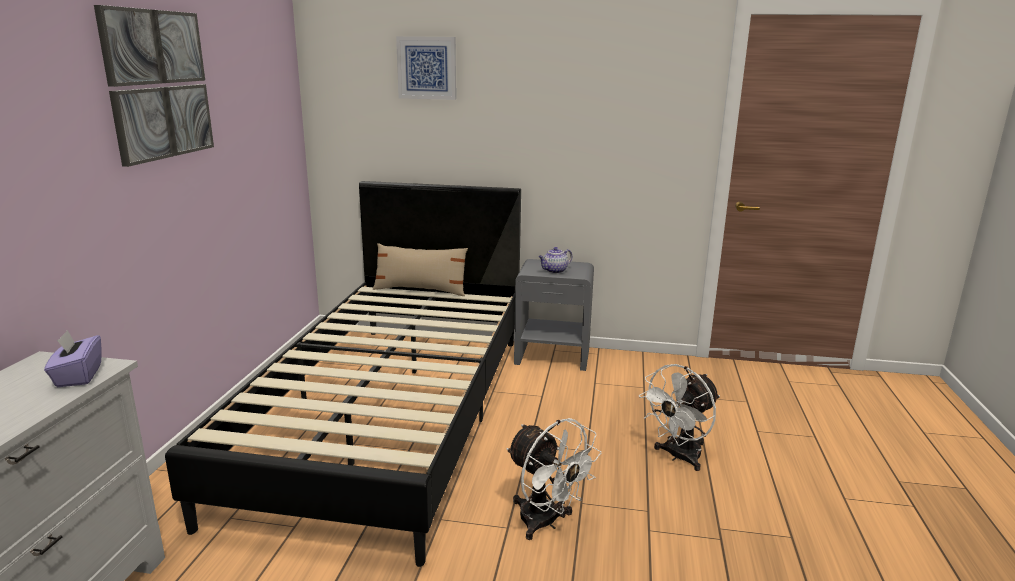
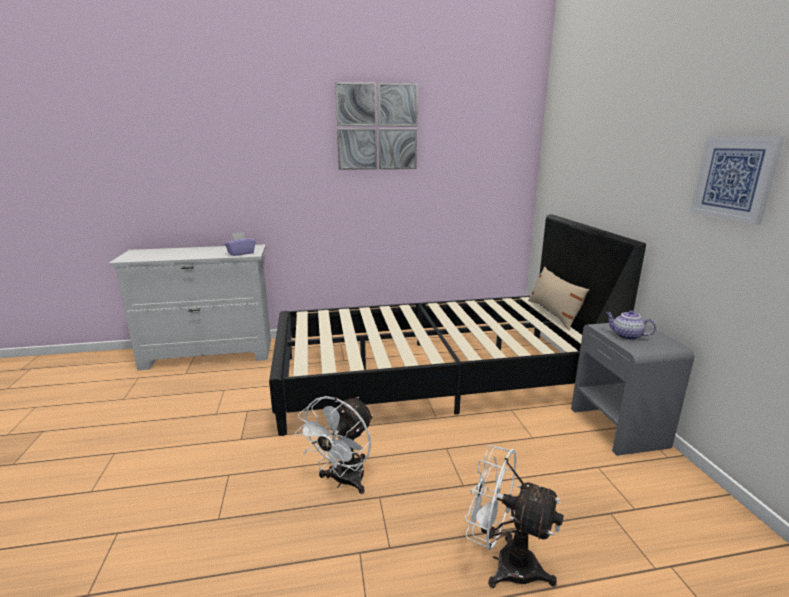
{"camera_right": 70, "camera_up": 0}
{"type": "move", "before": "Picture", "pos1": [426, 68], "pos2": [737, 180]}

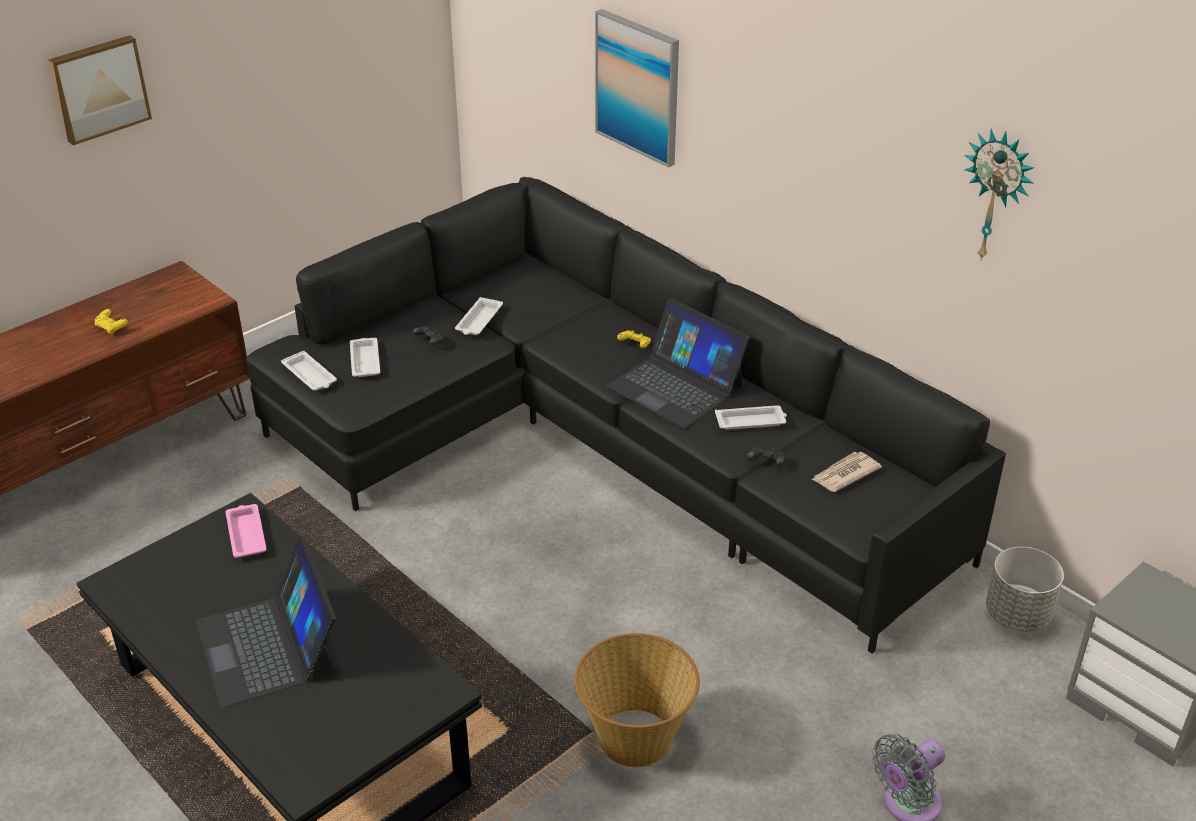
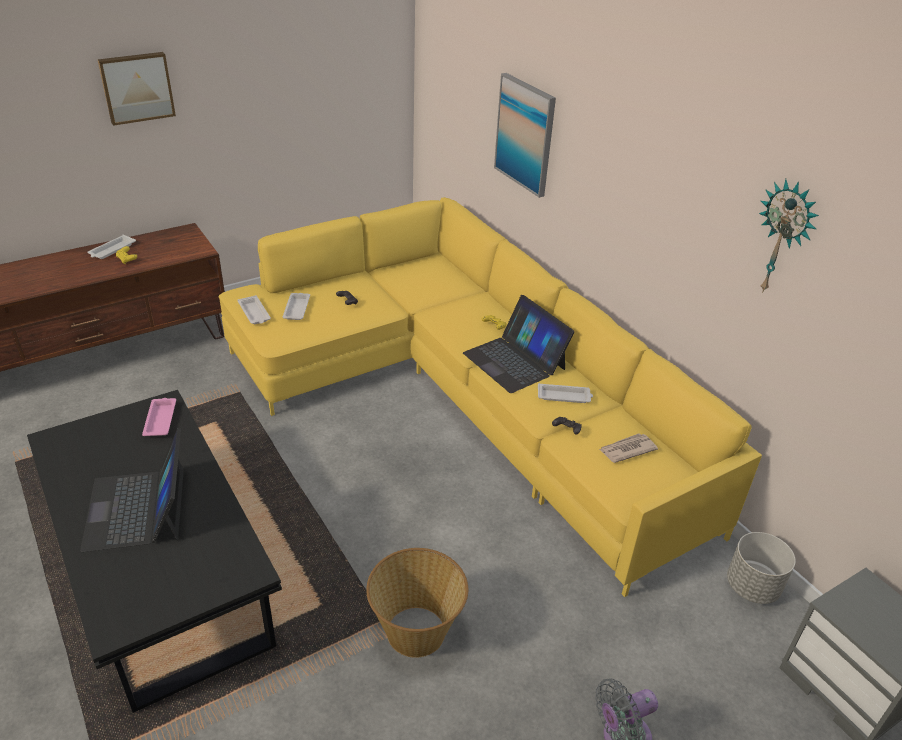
{"camera_right": 10, "camera_up": 0}
{"type": "recolor", "before": "BlackSofa", "after": "YellowSofa", "pos1": [626, 415], "pos2": [490, 397]}
{"type": "move", "before": "WhiteTray", "pos1": [479, 316], "pos2": [111, 247]}

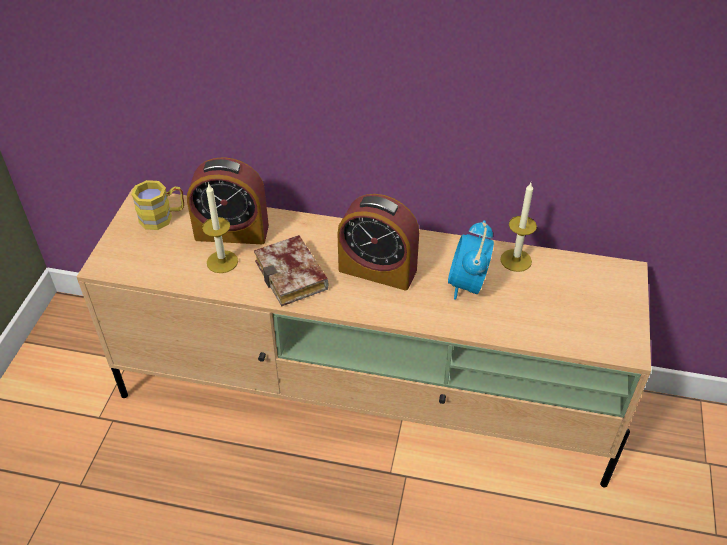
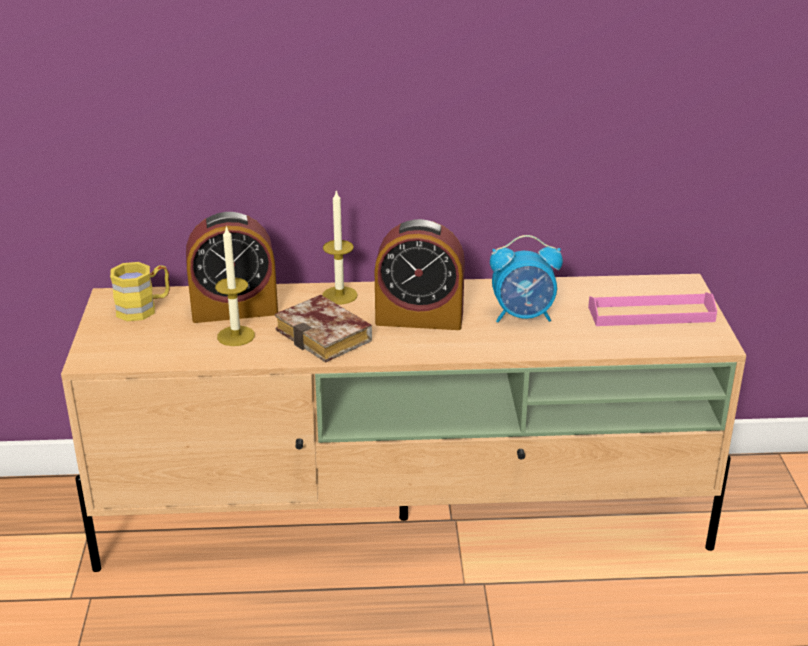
{"camera_right": -15, "camera_up": -15}
{"type": "rotate", "before": "AlarmClock", "pos1": [471, 260], "pos2": [526, 279], "turn": -90}
{"type": "move", "before": "Candle", "pos1": [518, 227], "pos2": [339, 246]}
{"type": "insert", "after": "PinkTray", "pos2": [652, 309]}

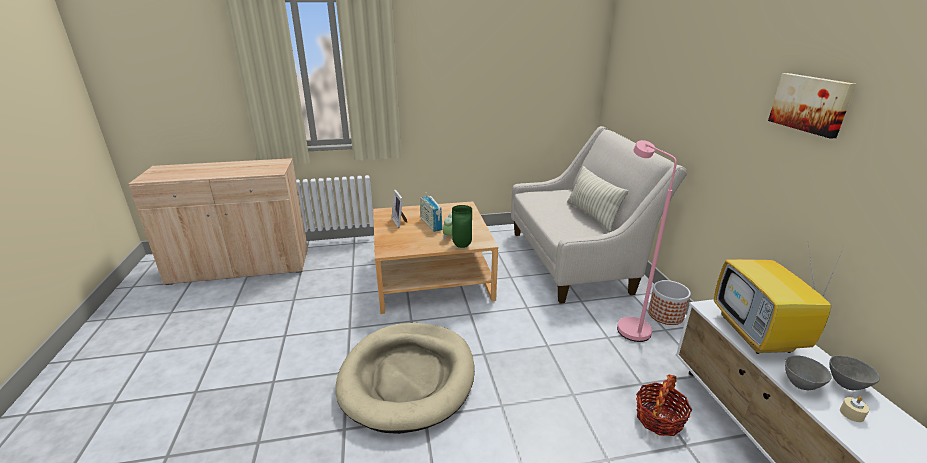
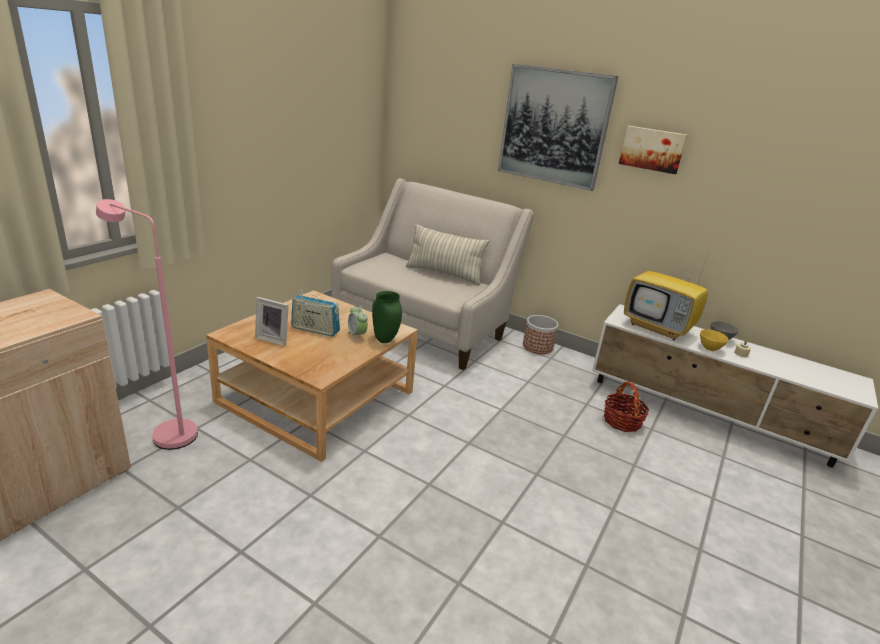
{"camera_right": -50, "camera_up": 0}
{"type": "delete", "before": "BeigeDogBed", "pos1": [405, 378]}
{"type": "move", "before": "PinkFloorLamp", "pos1": [647, 241], "pos2": [147, 324]}
{"type": "recolor", "before": "GreyBowl", "after": "YellowBowl", "pos1": [808, 372], "pos2": [714, 340]}
{"type": "insert", "after": "Picture", "pos2": [558, 127]}

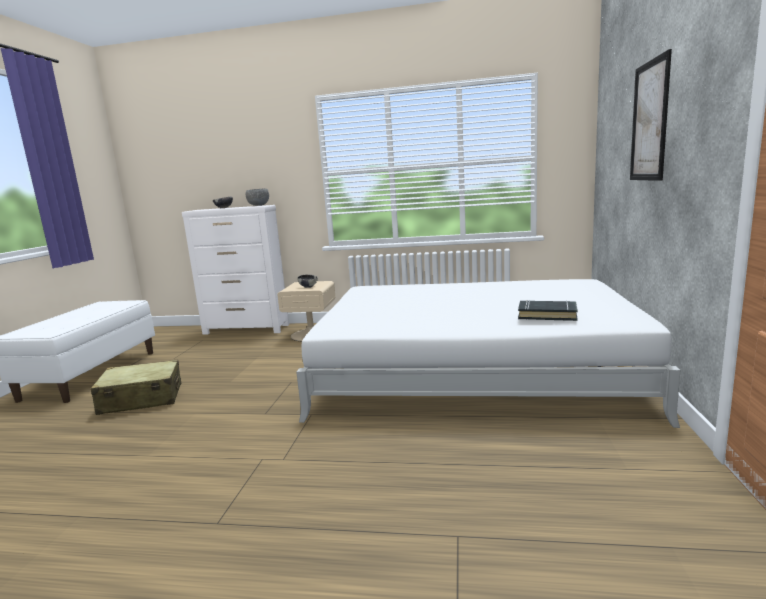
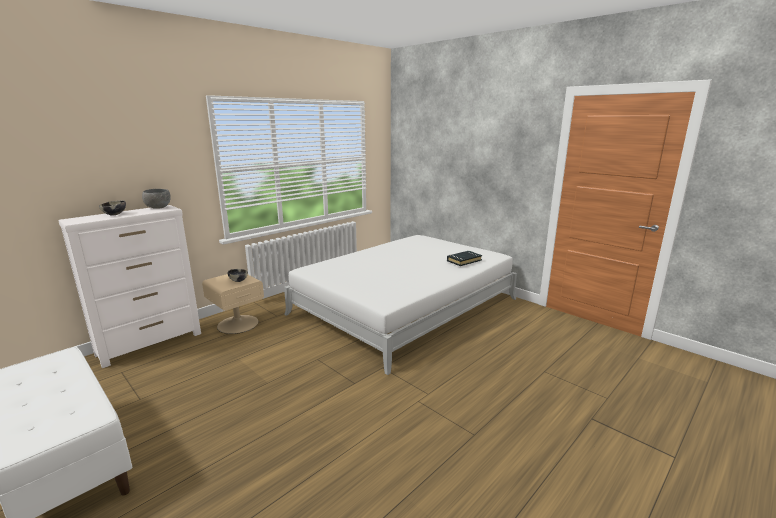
{"camera_right": -55, "camera_up": 5}
{"type": "delete", "before": "BeigeSuitcase", "pos1": [136, 387]}
{"type": "delete", "before": "Picture", "pos1": [651, 115]}

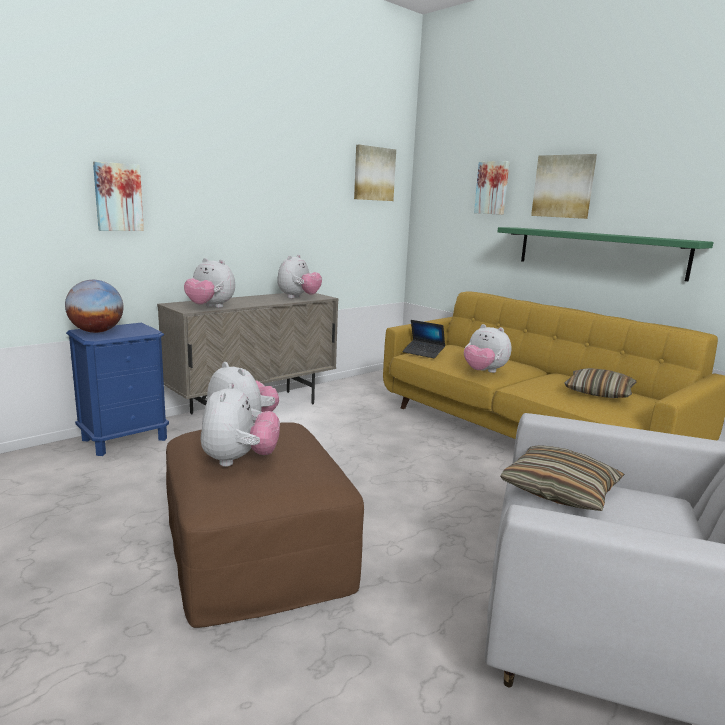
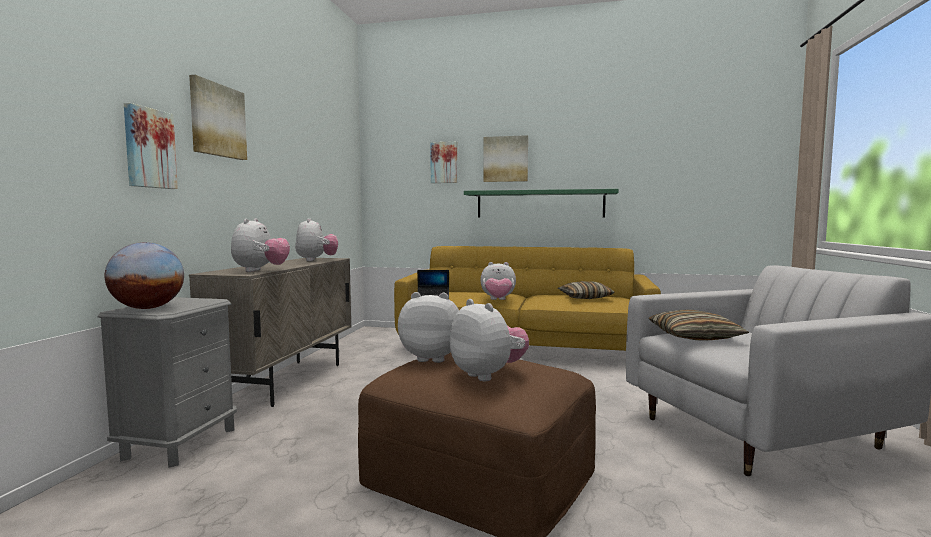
{"camera_right": -35, "camera_up": -10}
{"type": "recolor", "before": "BlueNightstand", "after": "GreyNightstand", "pos1": [117, 389], "pos2": [167, 382]}
{"type": "rotate", "before": "PlushToy", "pos1": [209, 283], "pos2": [260, 245], "turn": -75}
{"type": "move", "before": "Picture", "pos1": [375, 173], "pos2": [218, 117]}

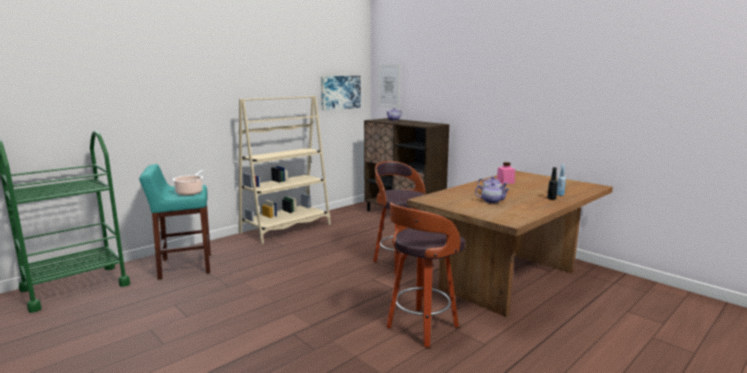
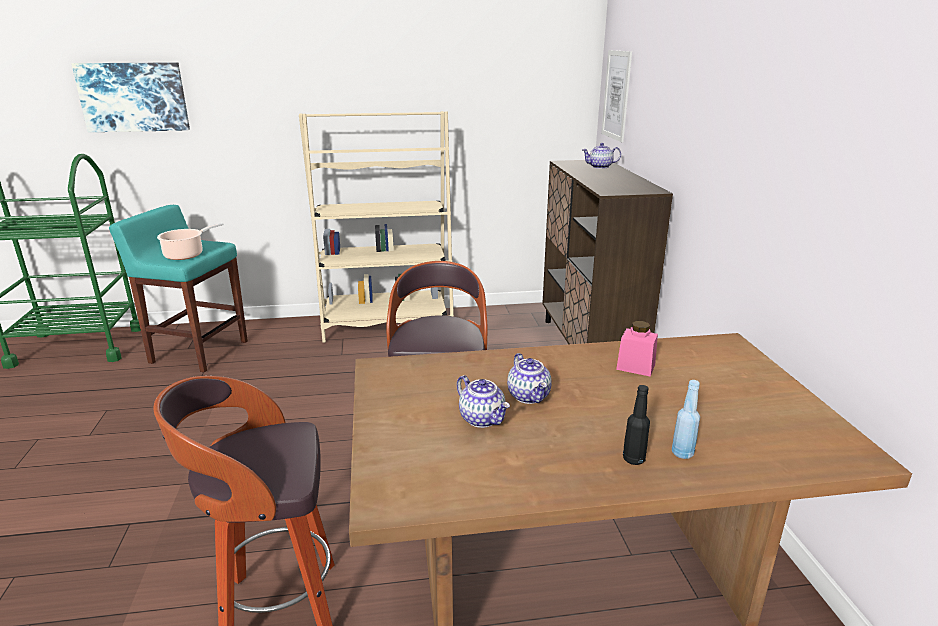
{"camera_right": 35, "camera_up": 10}
{"type": "move", "before": "Picture", "pos1": [341, 93], "pos2": [130, 97]}

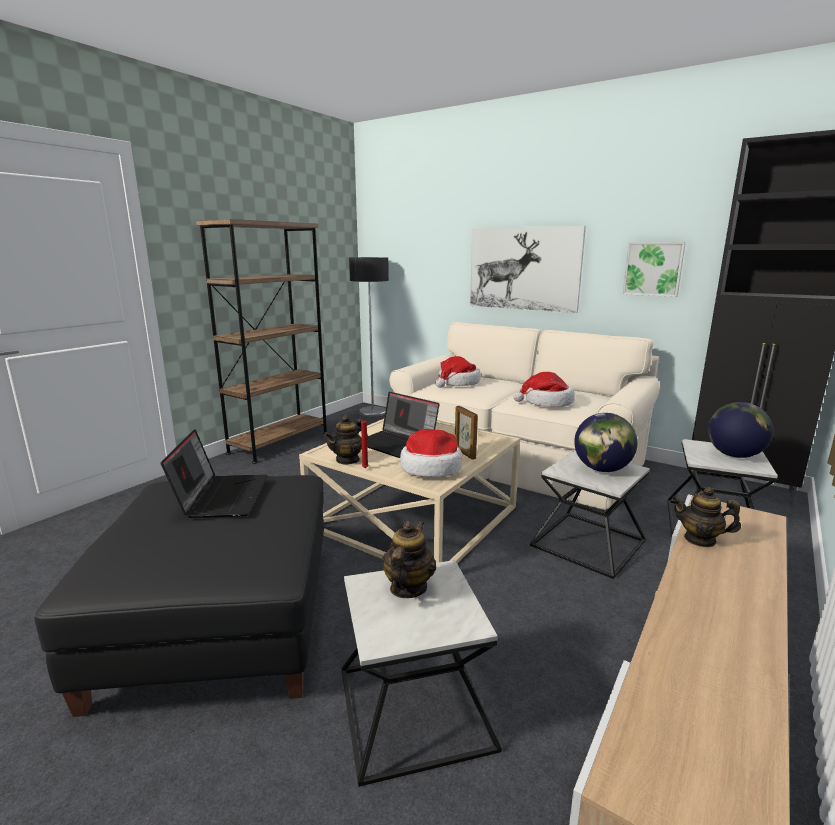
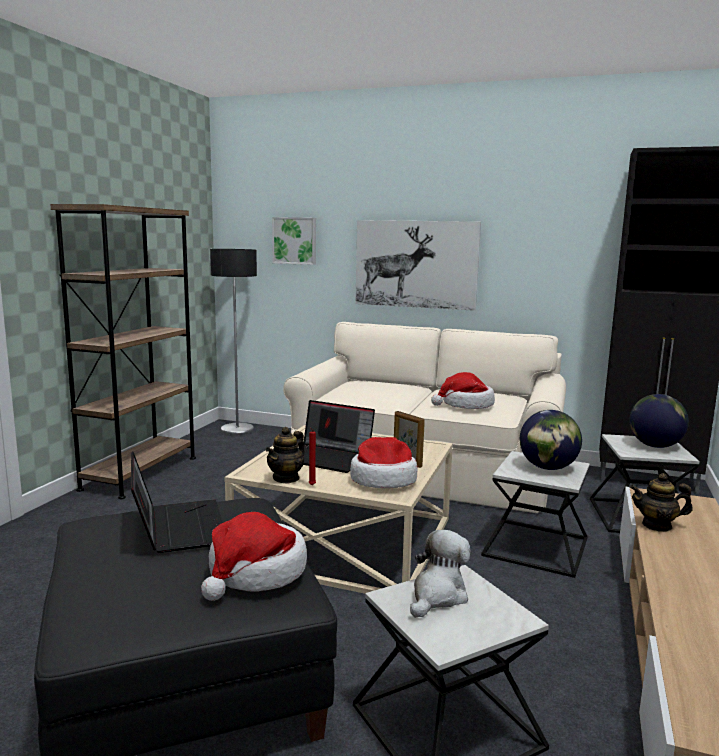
{"camera_right": -15, "camera_up": -5}
{"type": "replace", "before": "Teapot", "after": "PlushToy", "pos1": [409, 559], "pos2": [440, 574]}
{"type": "move", "before": "Hat", "pos1": [458, 372], "pos2": [254, 556]}
{"type": "move", "before": "Picture", "pos1": [654, 269], "pos2": [294, 241]}

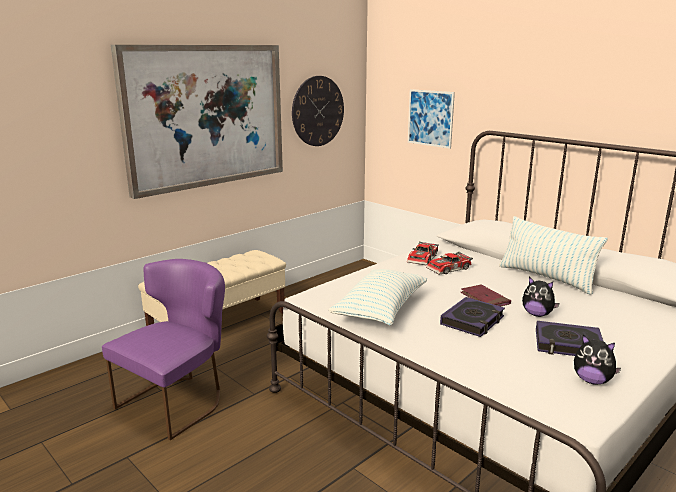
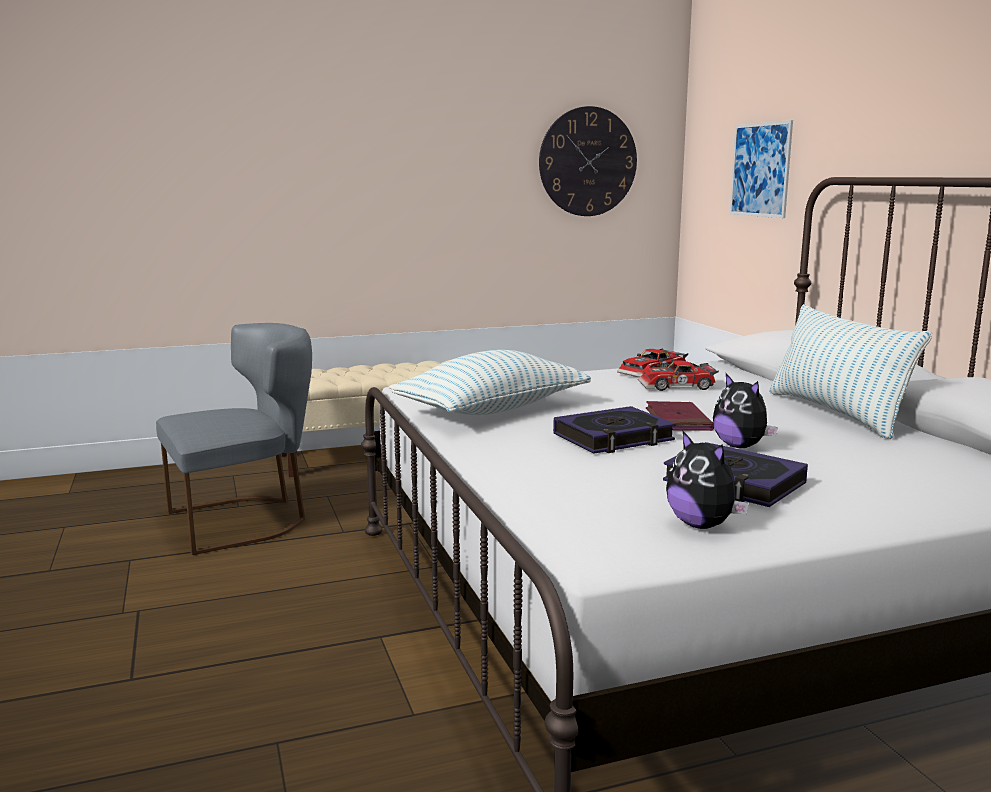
{"camera_right": 25, "camera_up": -5}
{"type": "recolor", "before": "PurpleChair", "after": "GreyChair", "pos1": [163, 349], "pos2": [234, 439]}
{"type": "delete", "before": "Picture", "pos1": [197, 122]}

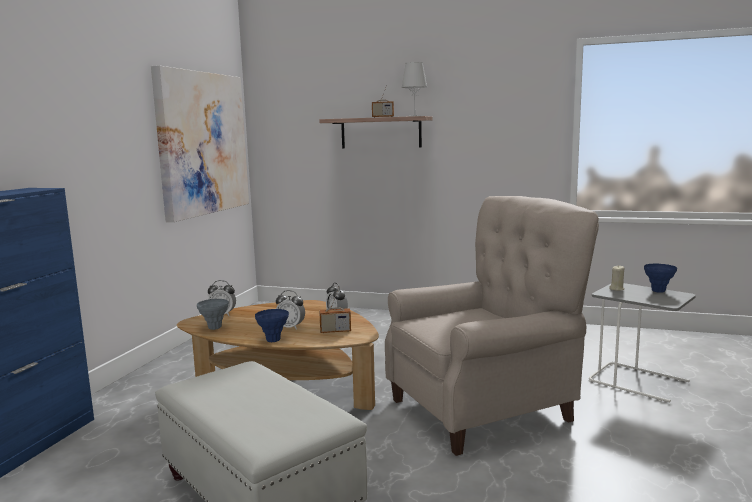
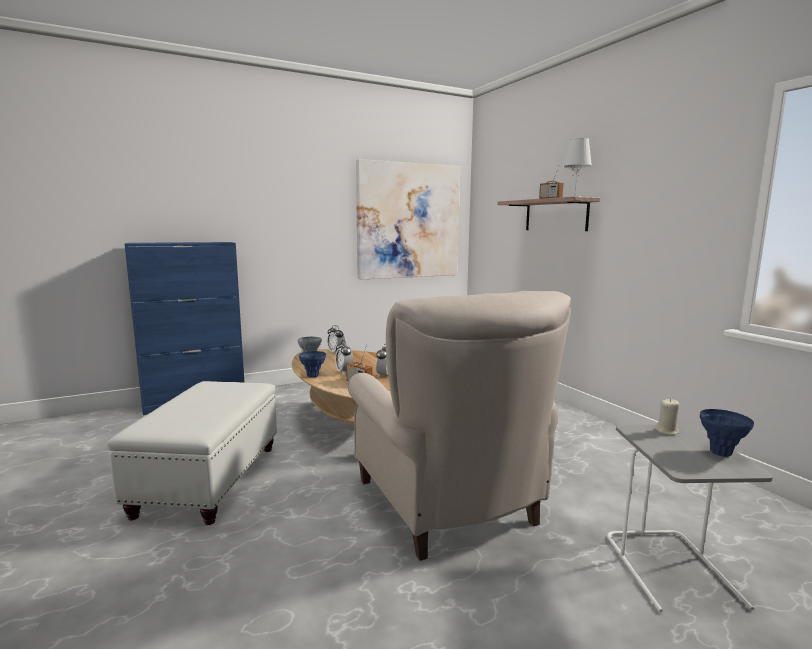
{"camera_right": 45, "camera_up": 0}
{"type": "rotate", "before": "BeigeArmchair", "pos1": [492, 326], "pos2": [459, 426], "turn": 45}

